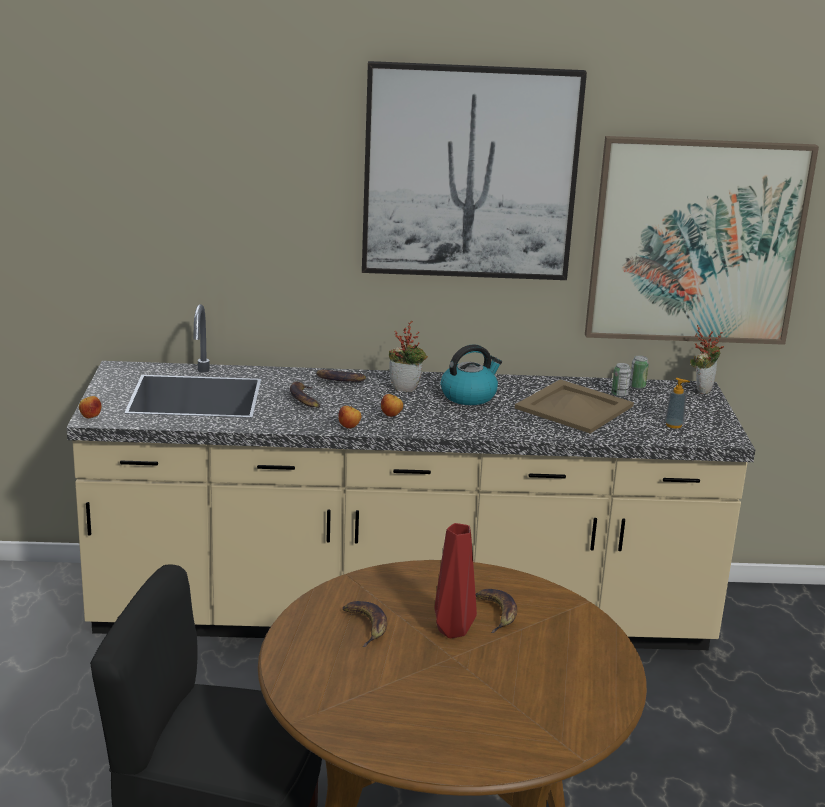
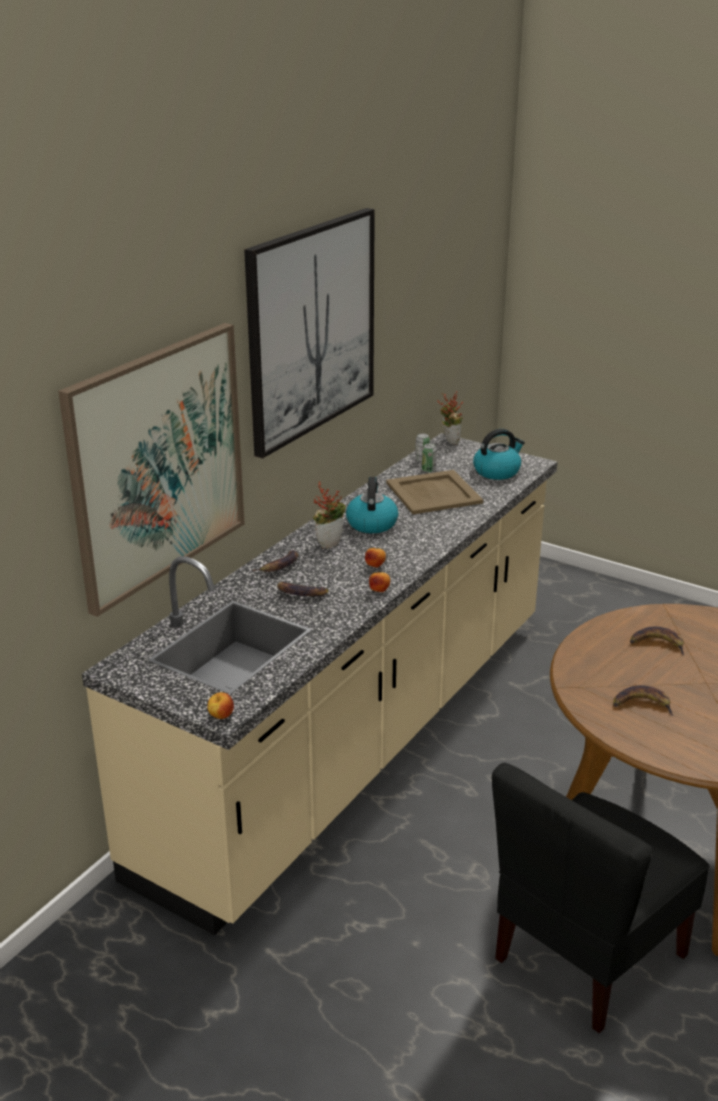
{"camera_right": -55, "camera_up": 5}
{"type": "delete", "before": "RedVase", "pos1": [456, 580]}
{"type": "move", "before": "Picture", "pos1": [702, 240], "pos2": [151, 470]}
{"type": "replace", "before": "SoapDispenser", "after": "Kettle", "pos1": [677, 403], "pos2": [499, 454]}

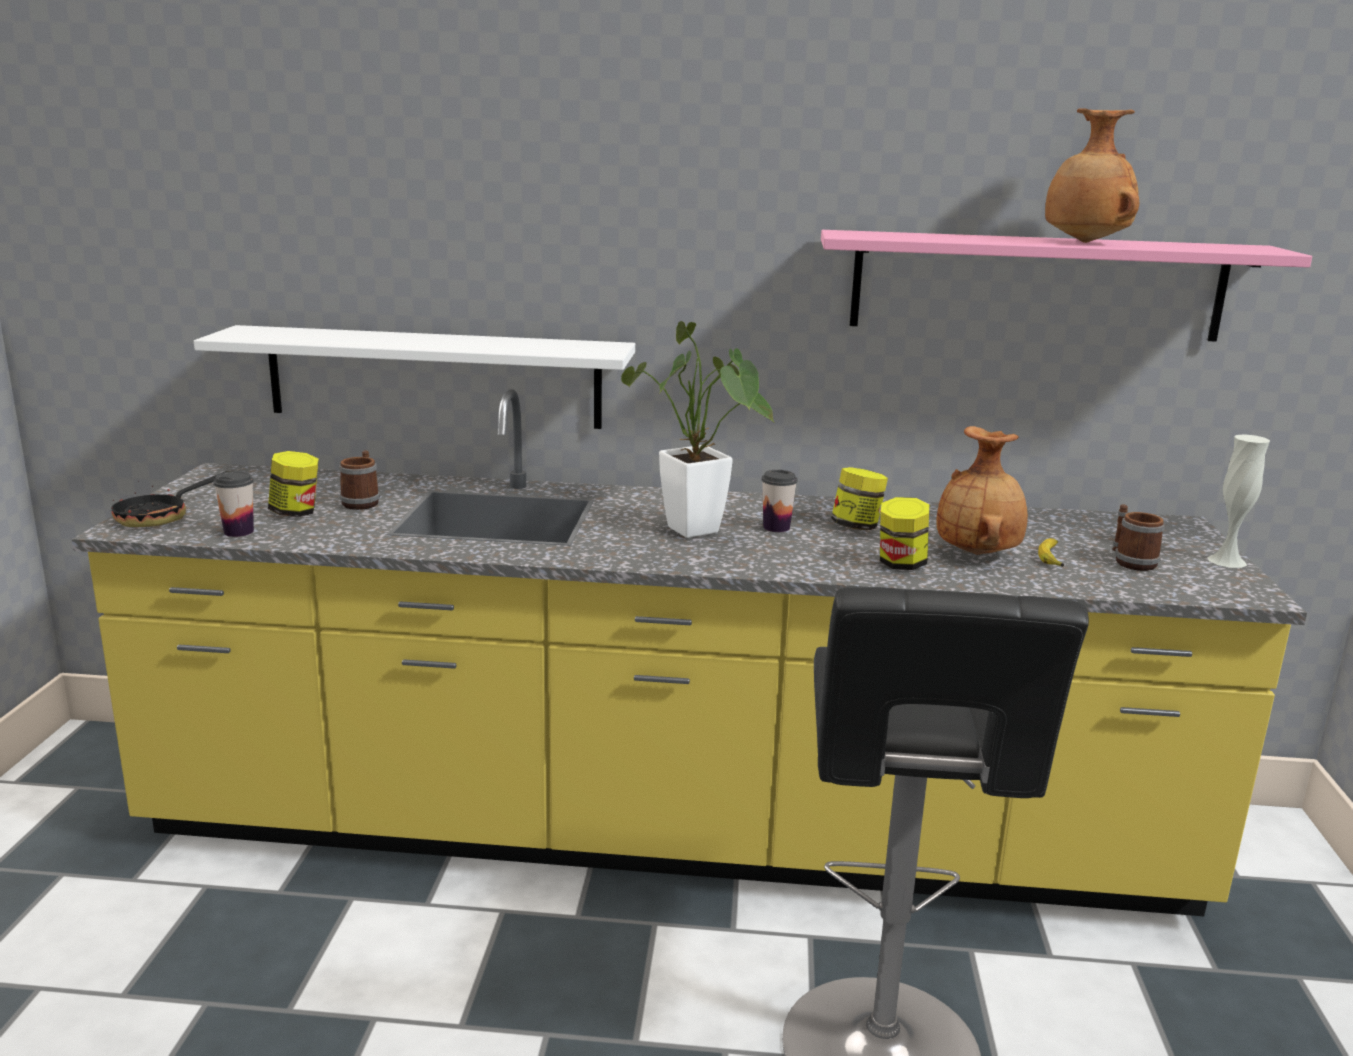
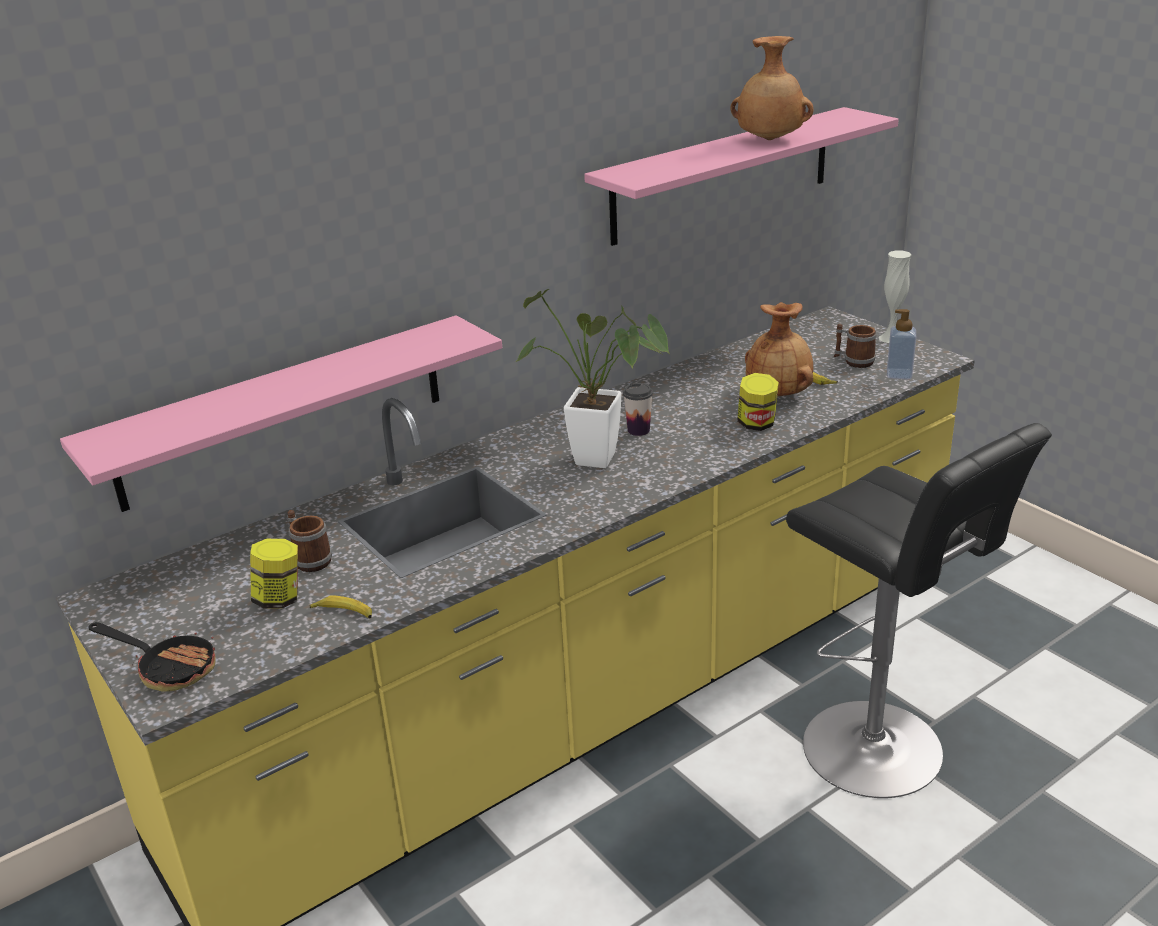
{"camera_right": -40, "camera_up": 10}
{"type": "rotate", "before": "FryingPan", "pos1": [170, 499], "pos2": [152, 657], "turn": -60}
{"type": "recolor", "before": "WhiteShelf", "after": "PinkShelf", "pos1": [414, 377], "pos2": [281, 413]}
{"type": "delete", "before": "Cup", "pos1": [233, 504]}
{"type": "delete", "before": "Jar", "pos1": [859, 498]}
{"type": "insert", "after": "Banana", "pos2": [341, 607]}
{"type": "insert", "after": "SoapDispenser", "pos2": [901, 344]}

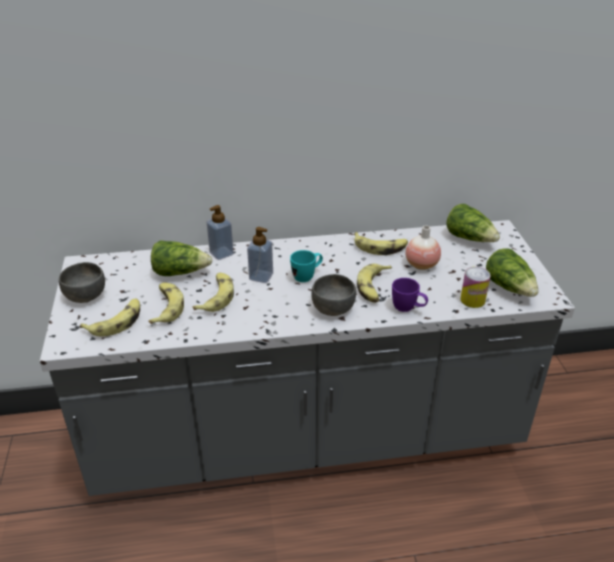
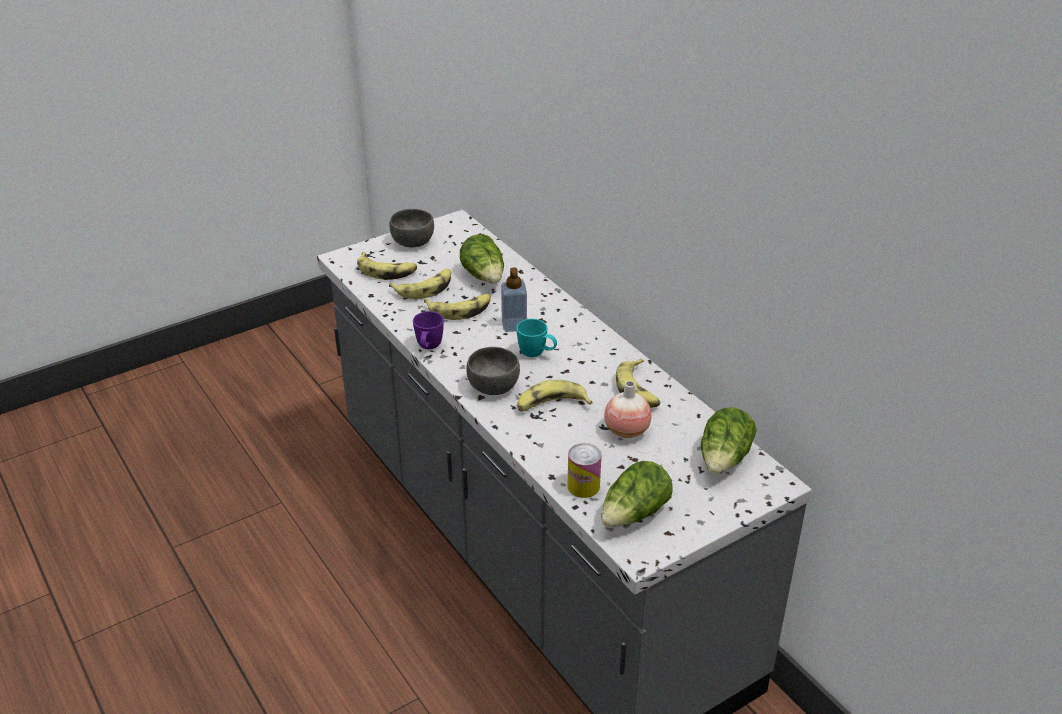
{"camera_right": 65, "camera_up": 0}
{"type": "delete", "before": "SoapDispenser", "pos1": [220, 232]}
{"type": "move", "before": "PurpleMug", "pos1": [410, 295], "pos2": [428, 330]}

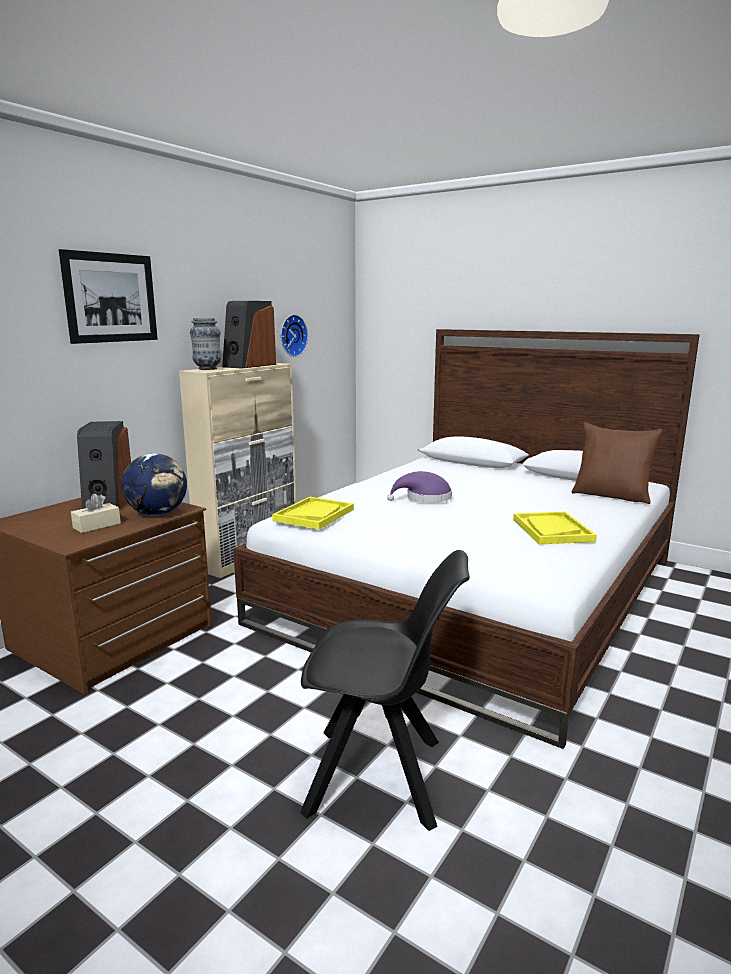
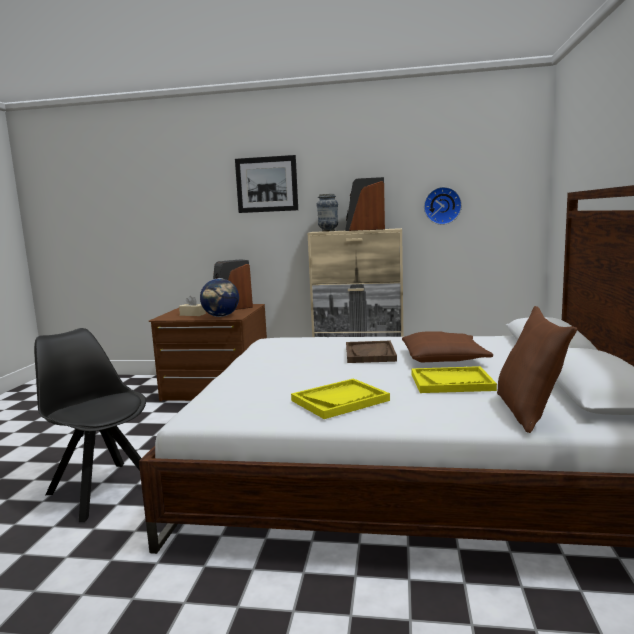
{"camera_right": 65, "camera_up": -5}
{"type": "move", "before": "YellowTray", "pos1": [313, 513], "pos2": [454, 379]}
{"type": "rotate", "before": "BlackChair", "pos1": [385, 690], "pos2": [90, 425], "turn": 150}
{"type": "replace", "before": "PurpleHat", "after": "BrownTray", "pos1": [419, 486], "pos2": [371, 352]}
{"type": "insert", "after": "BrownPillow", "pos2": [447, 347]}

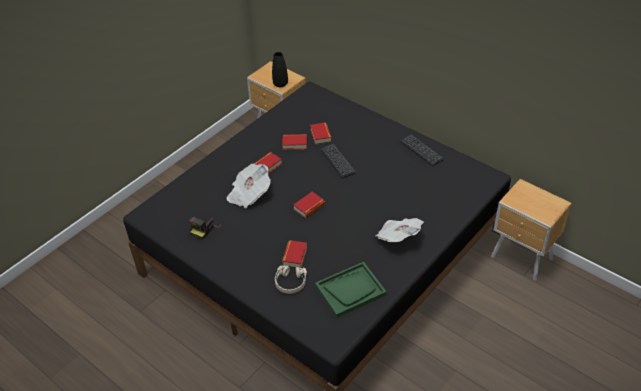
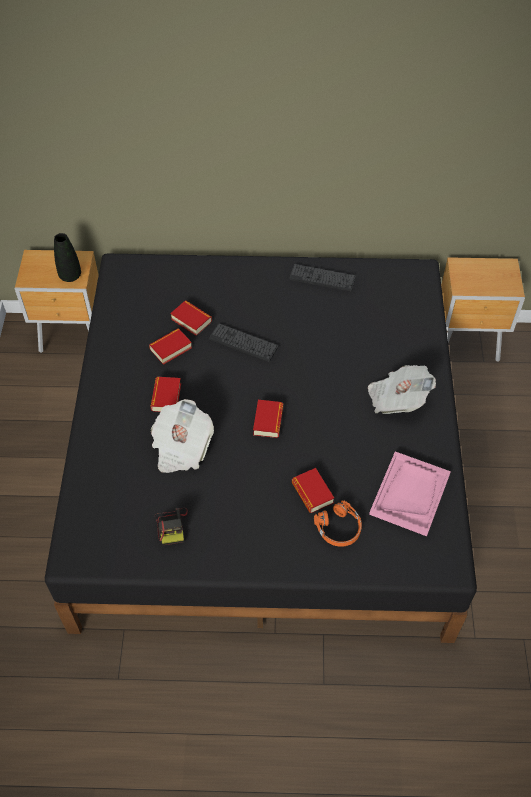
{"camera_right": -40, "camera_up": 10}
{"type": "recolor", "before": "BeigeHeadphones", "after": "OrangeHeadphones", "pos1": [291, 279], "pos2": [338, 524]}
{"type": "recolor", "before": "GreenTray", "after": "PinkTray", "pos1": [351, 290], "pos2": [410, 493]}

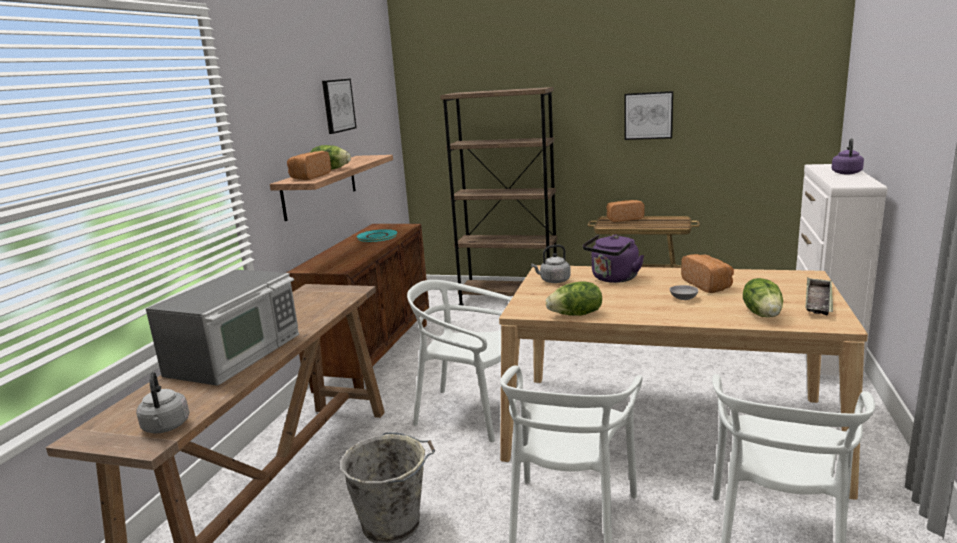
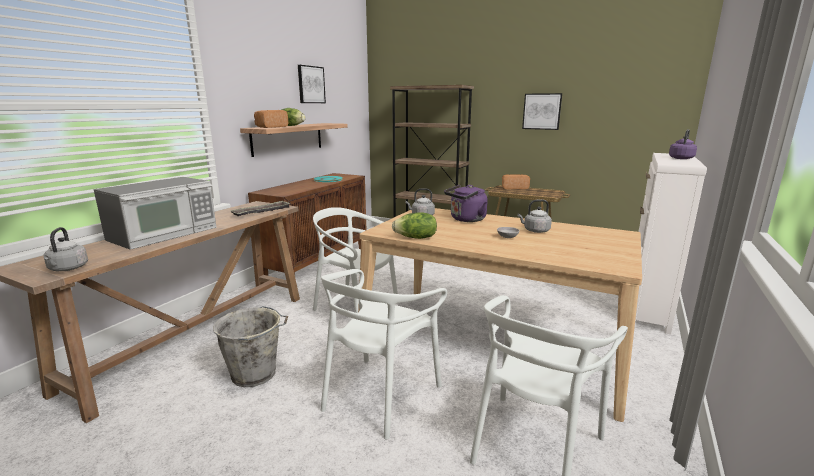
{"camera_right": 10, "camera_up": 0}
{"type": "replace", "before": "Bread", "after": "GreyKettle", "pos1": [707, 273], "pos2": [534, 216]}
{"type": "delete", "before": "Lettuce", "pos1": [763, 297]}
{"type": "move", "before": "Tray", "pos1": [819, 296], "pos2": [260, 208]}

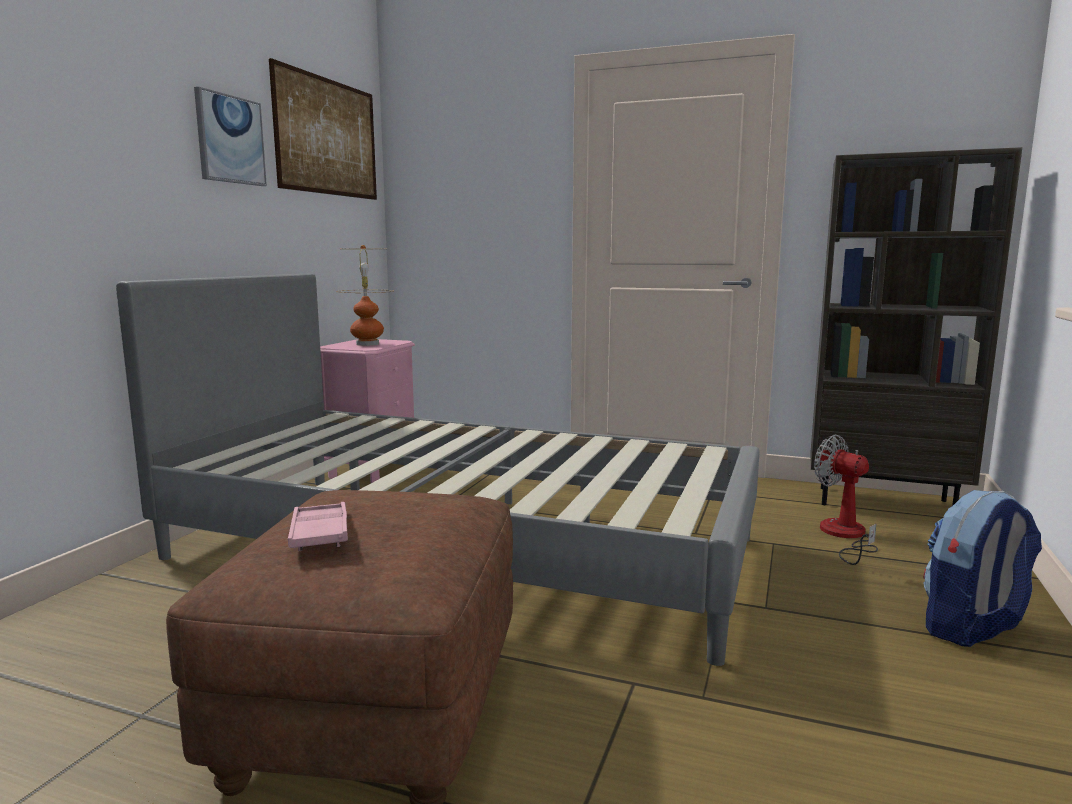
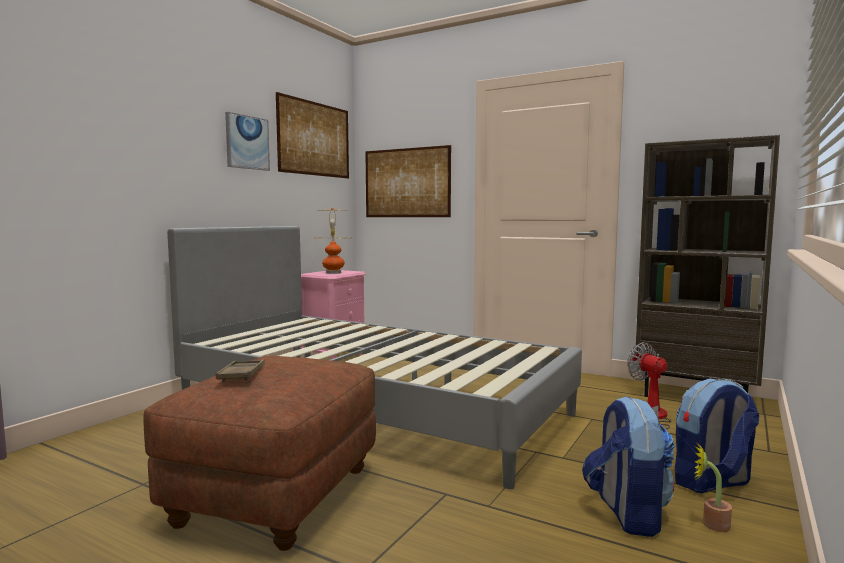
{"camera_right": 10, "camera_up": -5}
{"type": "recolor", "before": "PinkTray", "after": "BrownTray", "pos1": [318, 526], "pos2": [240, 370]}
{"type": "insert", "after": "Picture", "pos2": [408, 181]}
{"type": "insert", "after": "Backpack", "pos2": [628, 466]}
{"type": "insert", "after": "PottedPlant", "pos2": [713, 487]}

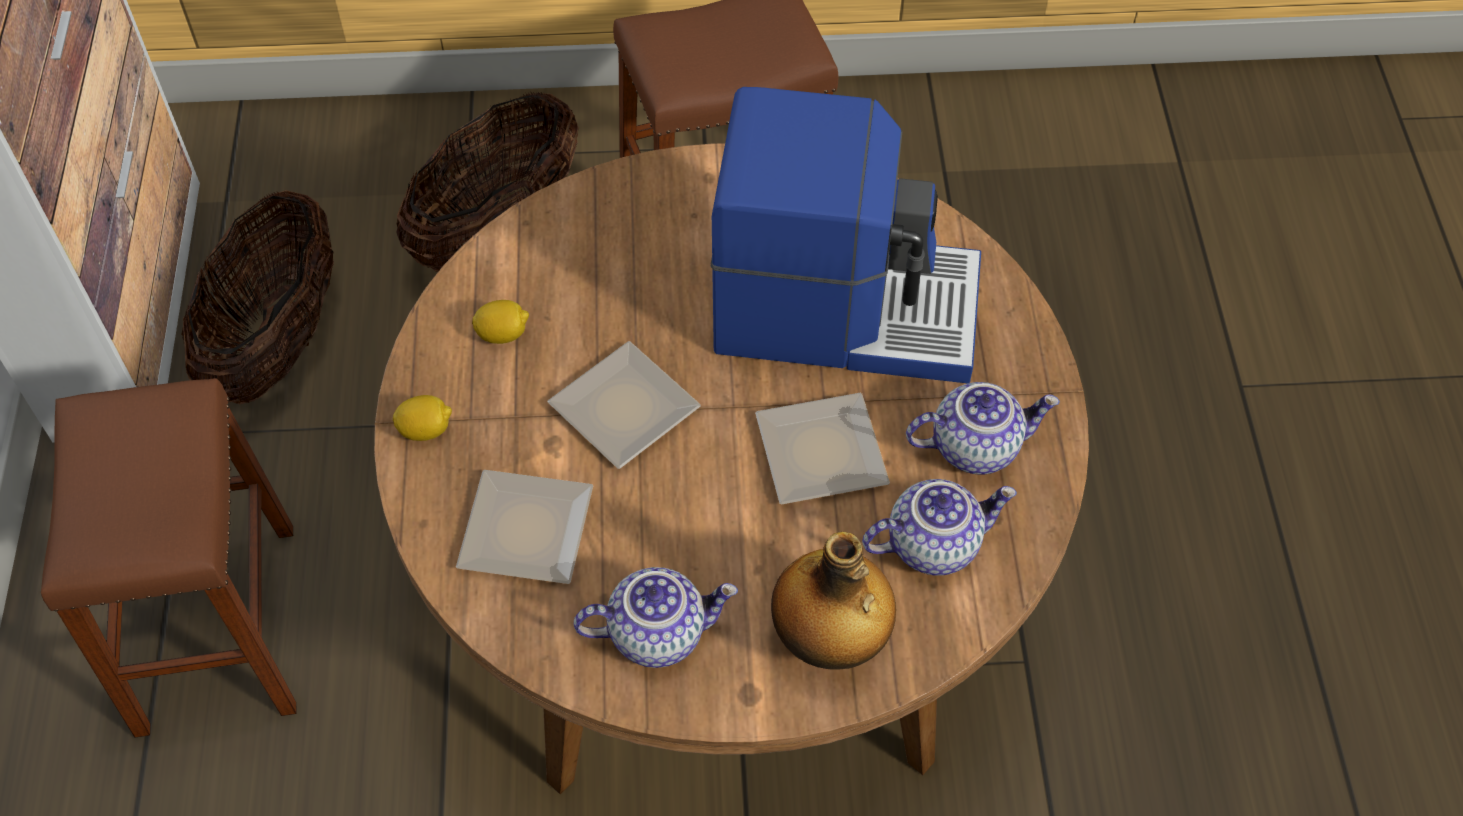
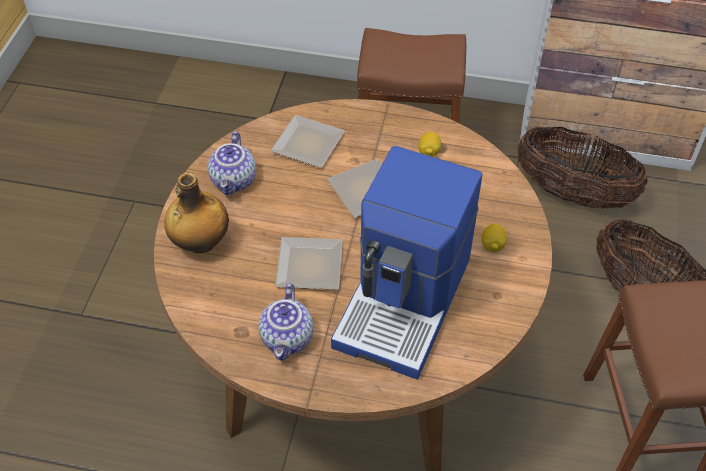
{"camera_right": 105, "camera_up": -5}
{"type": "move", "before": "Lemon", "pos1": [422, 418], "pos2": [494, 238]}
{"type": "delete", "before": "Teapot", "pos1": [939, 527]}

